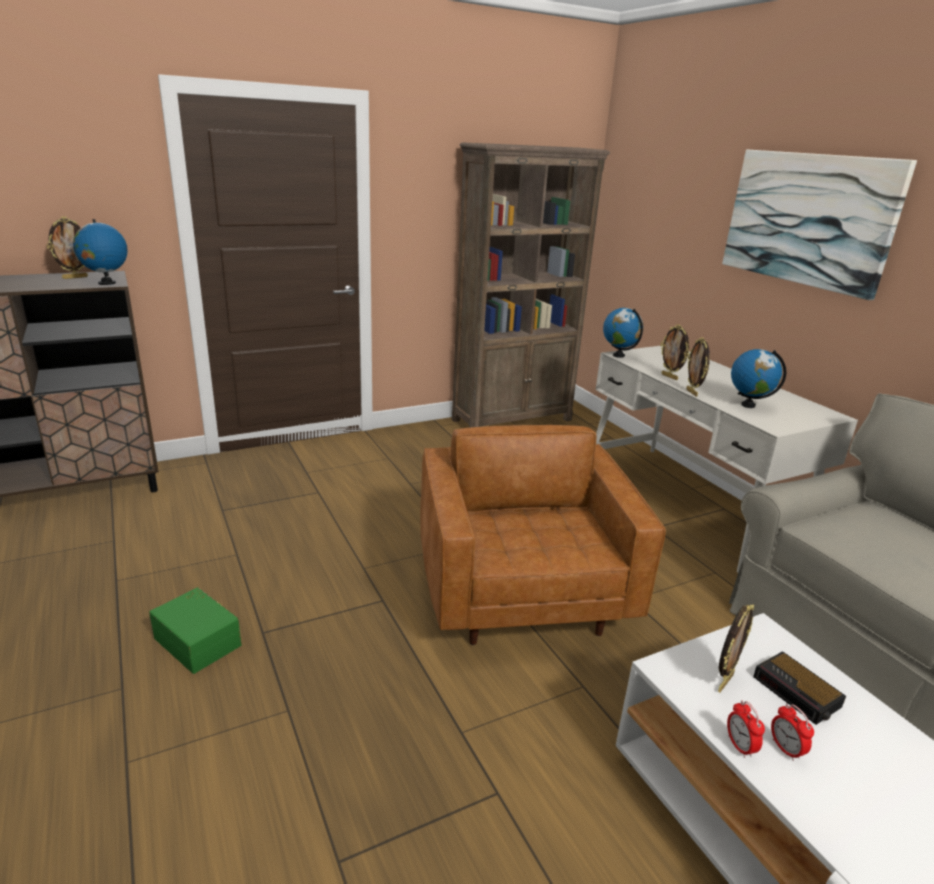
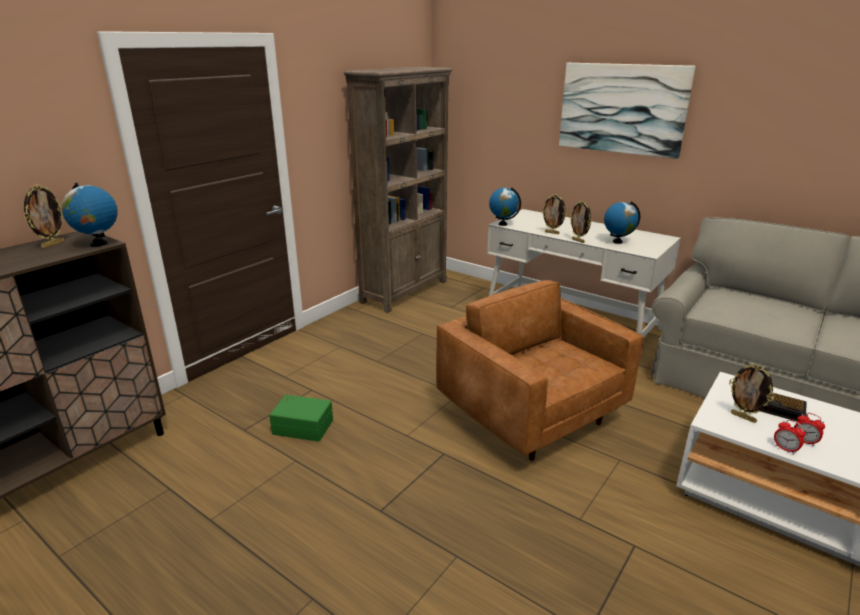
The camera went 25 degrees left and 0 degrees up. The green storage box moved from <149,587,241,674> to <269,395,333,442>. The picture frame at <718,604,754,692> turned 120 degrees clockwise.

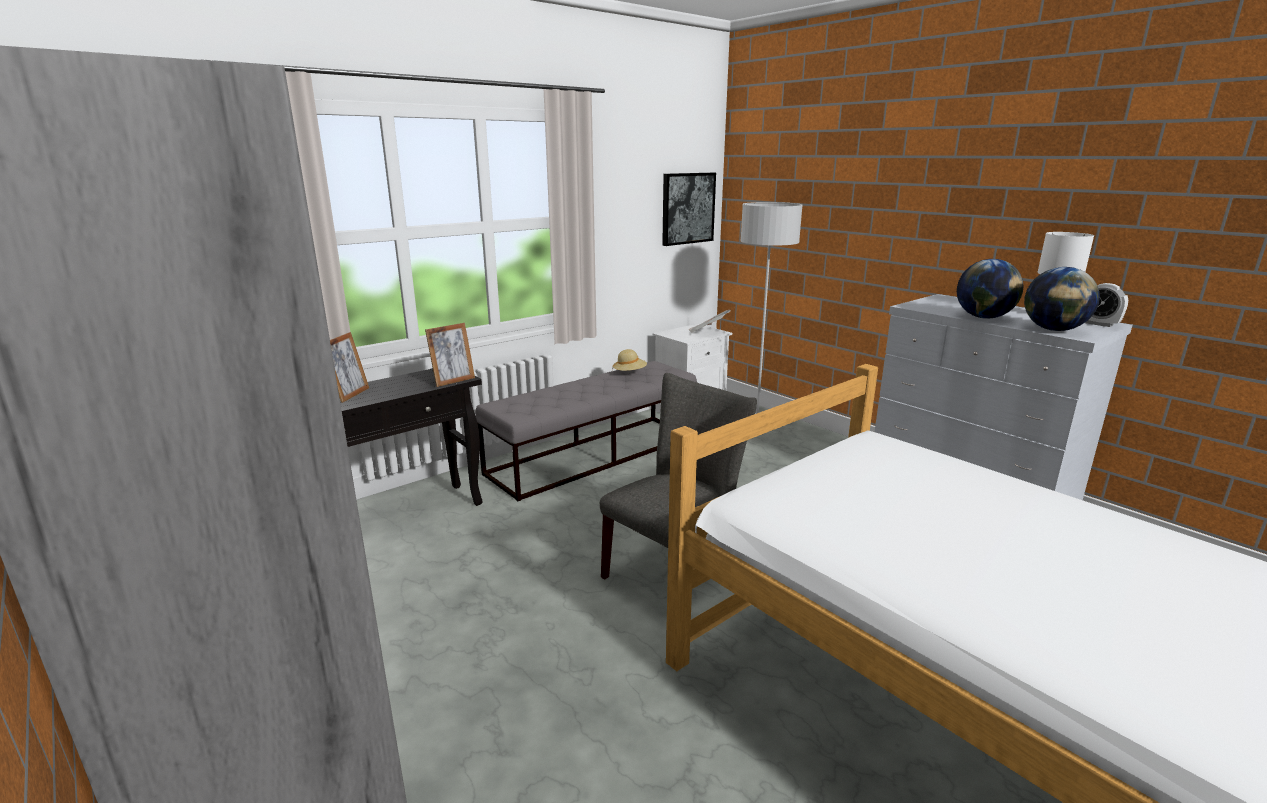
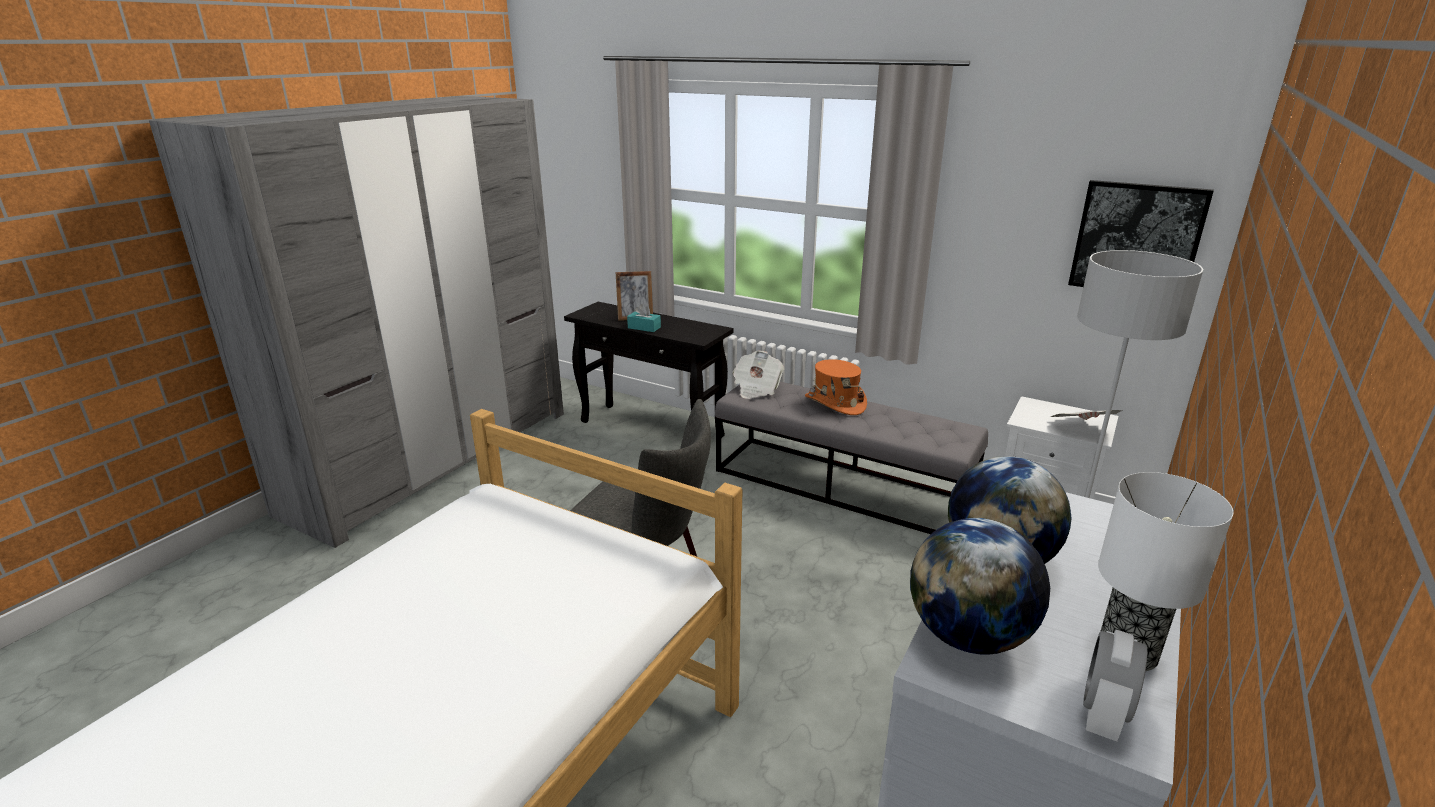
The camera went 70 degrees right and 5 degrees up. The picture frame at <425,323,475,387> disappeared. The beige hat at <612,349,647,374> disappeared. The turquoise tissue box at <627,304,661,332> appeared. The newspaper at <733,350,784,399> appeared. The orange hat at <805,359,867,415> appeared.

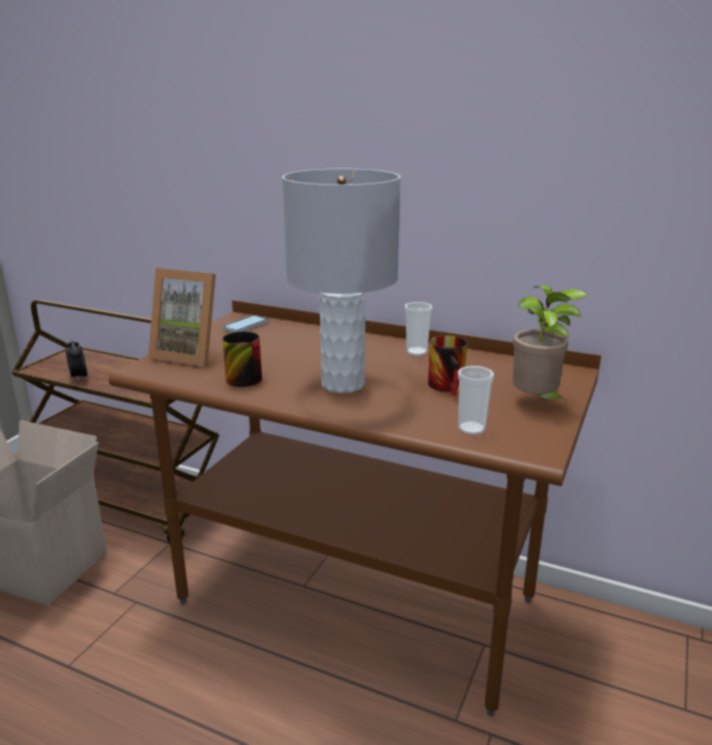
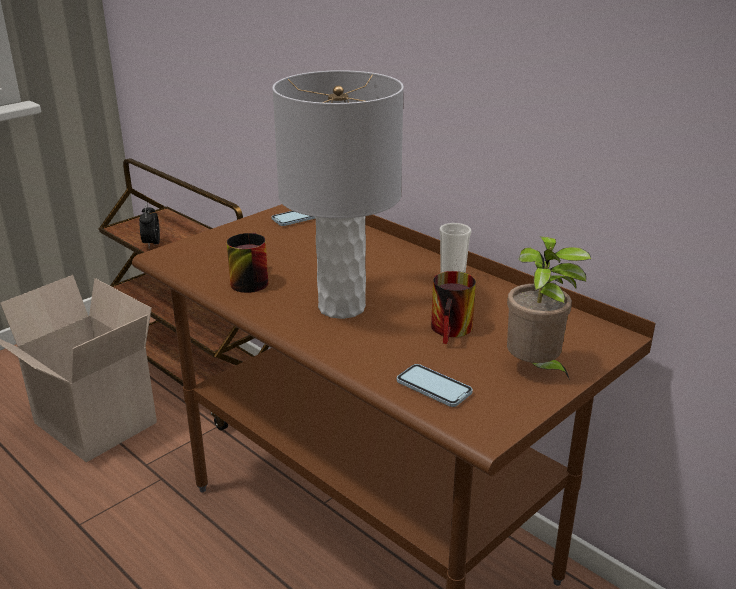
The camera went 20 degrees right and 5 degrees up. The picture frame at <148,268,216,366> disappeared. The cup at <458,366,494,435> was replaced by the phone at <397,364,473,407>.

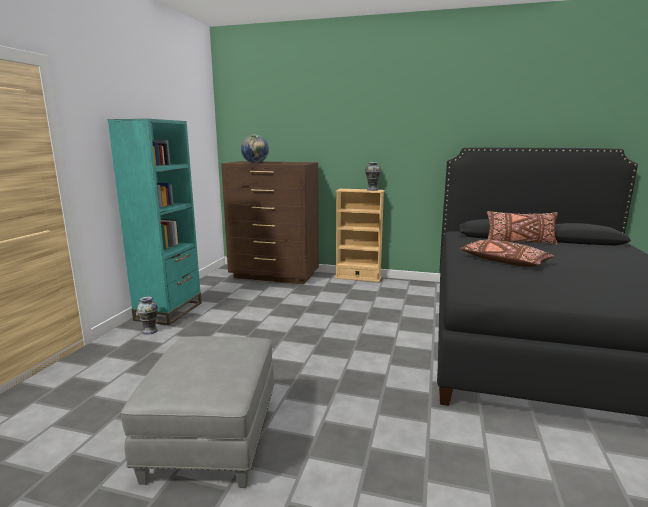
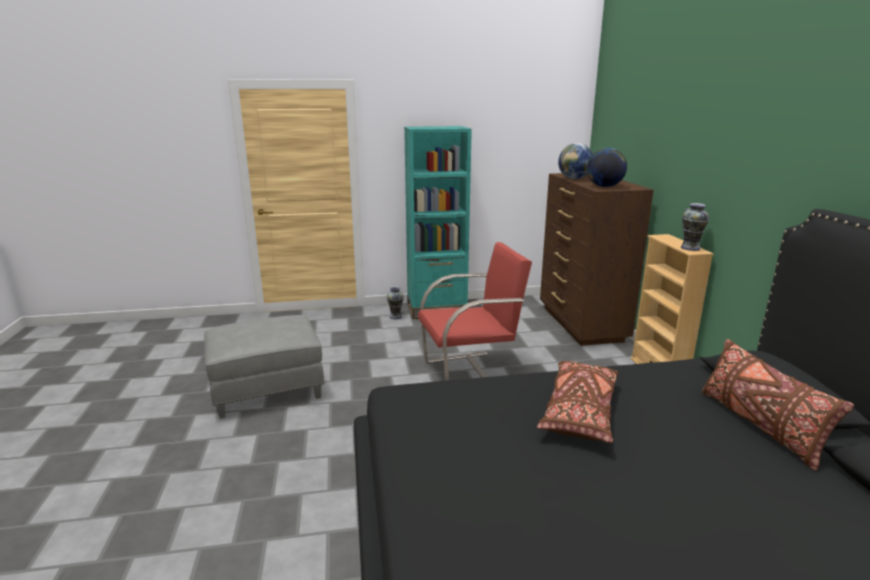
The camera went 65 degrees right and 5 degrees up. The red armchair at <418,242,532,381> appeared. The globe at <587,148,627,187> appeared.

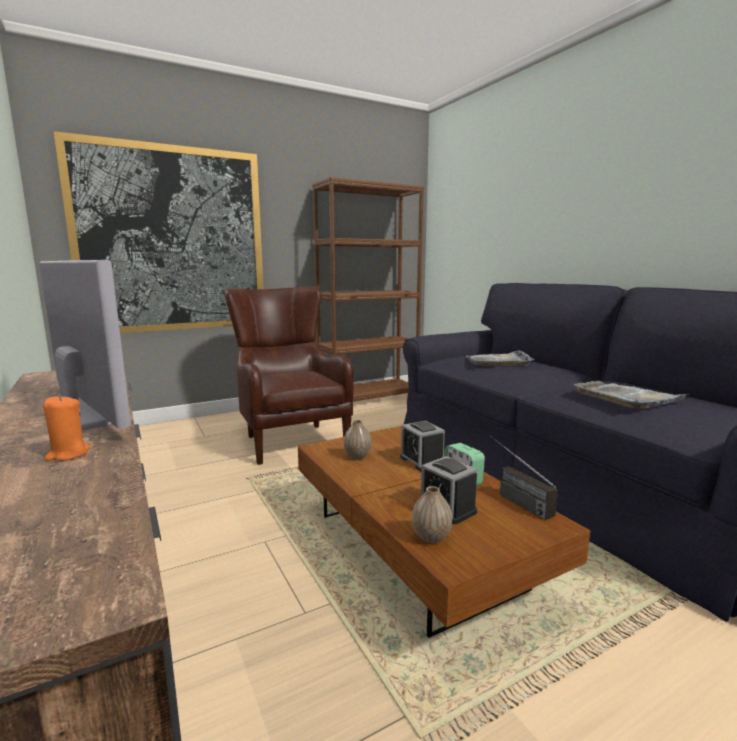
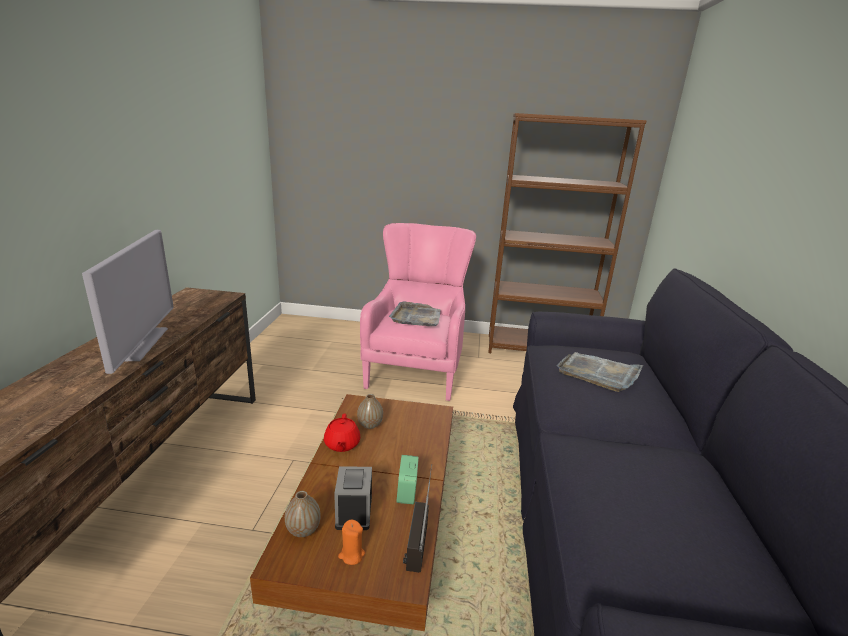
The camera went 35 degrees right and 10 degrees up. The orange candle moved from <43,395,90,461> to <338,519,365,565>. The picture at <54,131,264,333> disappeared. The brown armchair at <225,287,354,465> became the pink armchair at <360,223,476,401>. The alarm clock at <400,421,445,472> disappeared. The grey tray moved from <573,381,688,408> to <389,302,440,326>. The red teapot at <324,413,360,452> appeared.

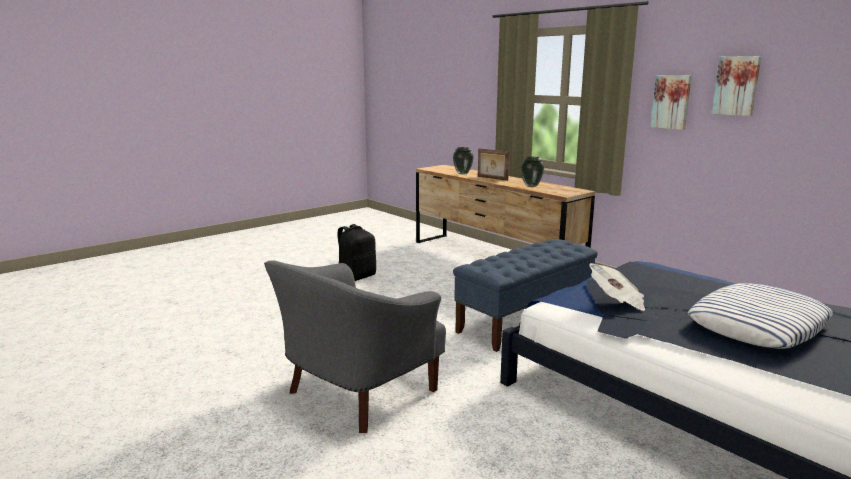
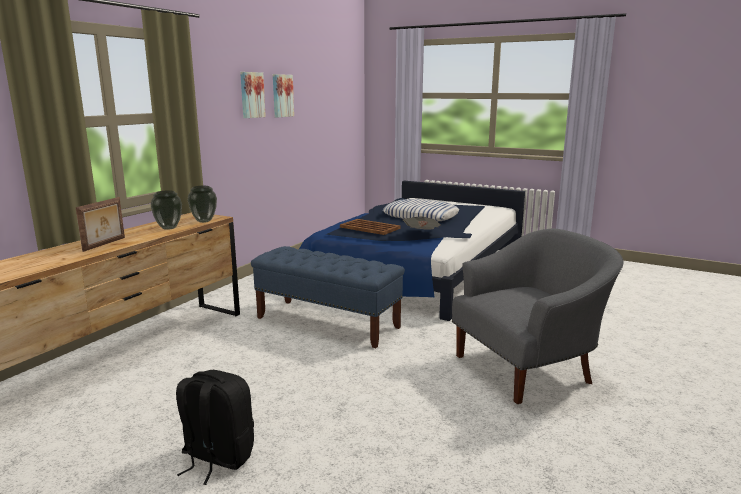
The camera went 110 degrees left and 0 degrees up. The grey armchair at <264,260,446,433> turned 45 degrees counterclockwise. The vase moved from <453,147,474,175> to <188,186,217,223>. The picture moved from <650,75,692,130> to <273,74,294,117>. The brown tray at <340,219,401,235> appeared.

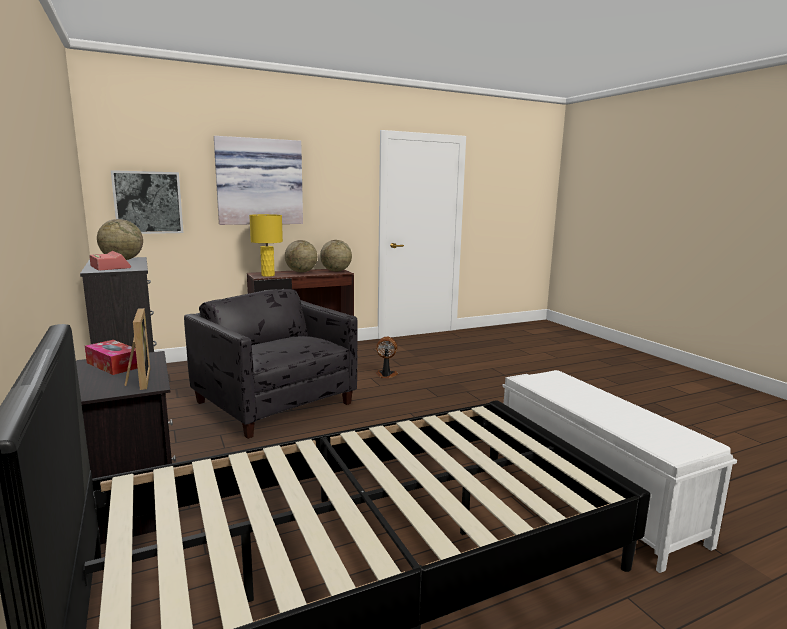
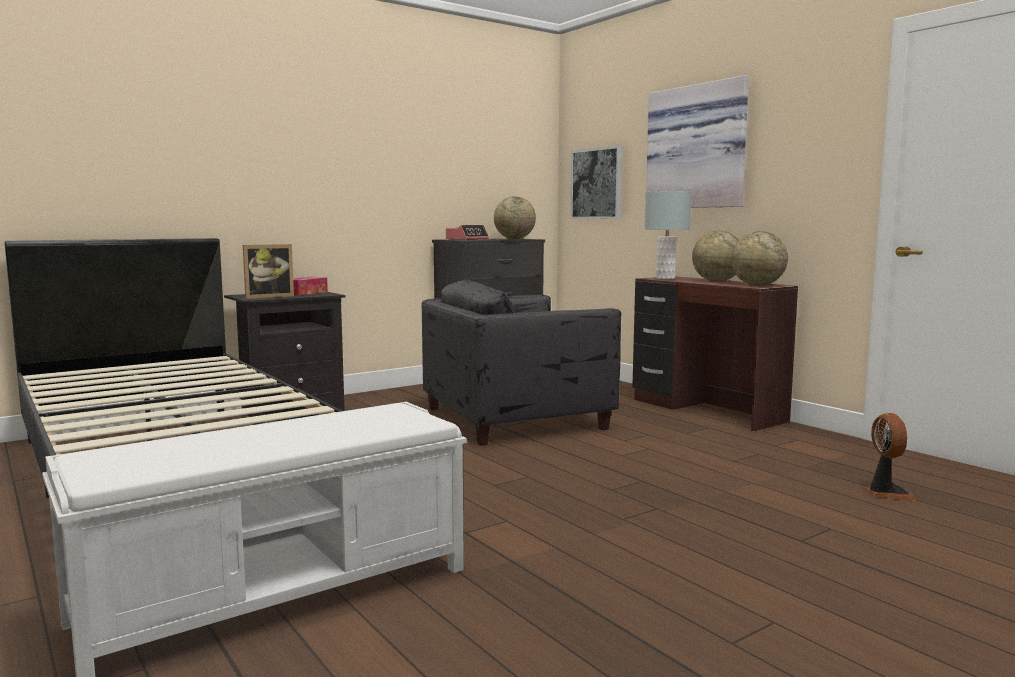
The camera went 80 degrees right and 5 degrees down. The grey armchair at <184,289,358,439> turned 150 degrees counterclockwise. The yellow table lamp at <249,214,283,277> became the grey table lamp at <645,191,691,279>. The fan moved from <376,337,398,378> to <864,413,917,501>.

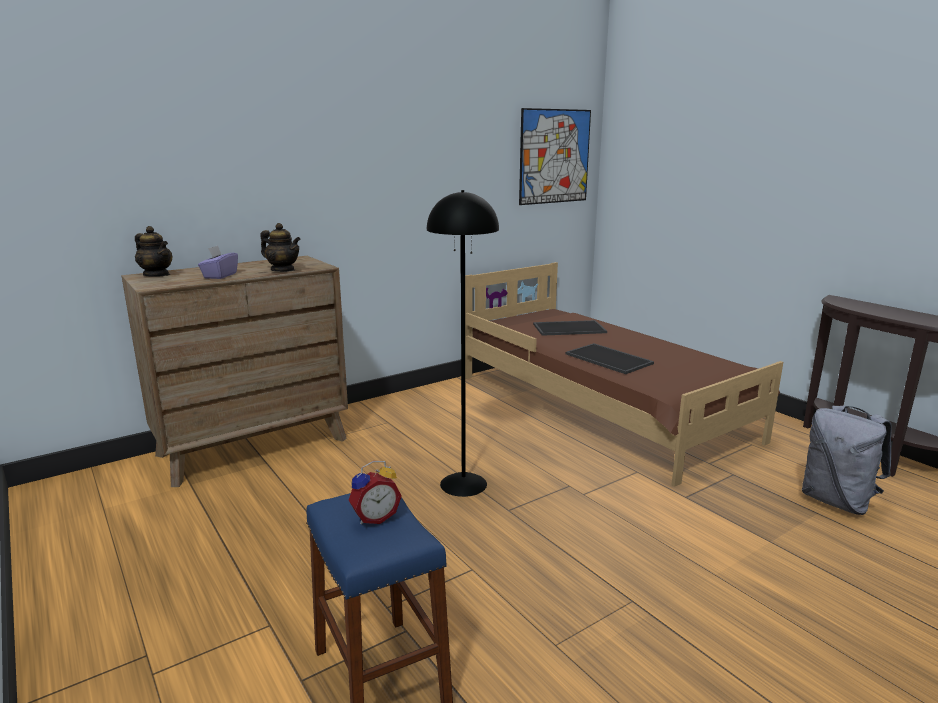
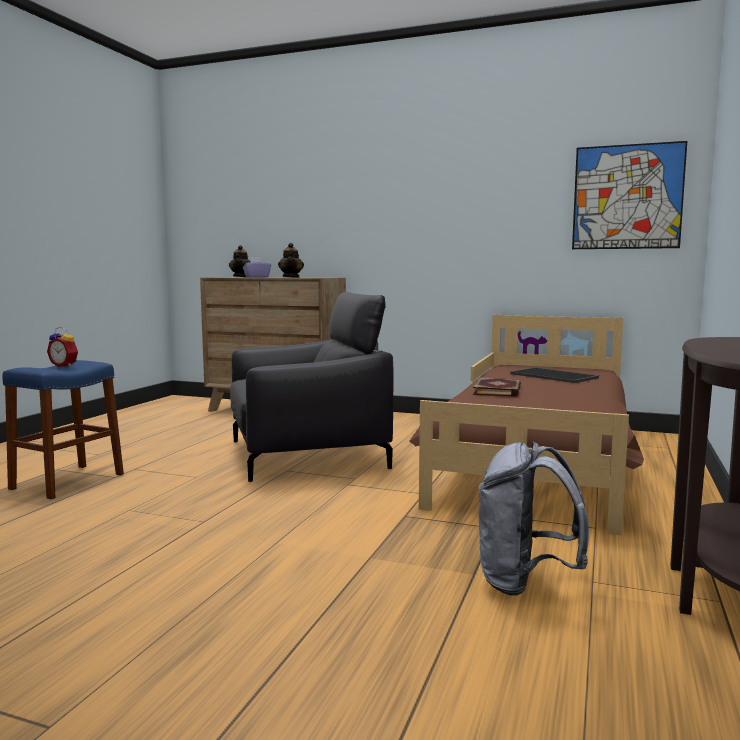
The camera went 55 degrees right and 10 degrees down. The black floor lamp at <427,190,499,497> was replaced by the black armchair at <230,292,394,482>. The tray at <566,343,654,374> was replaced by the book at <473,377,521,397>.

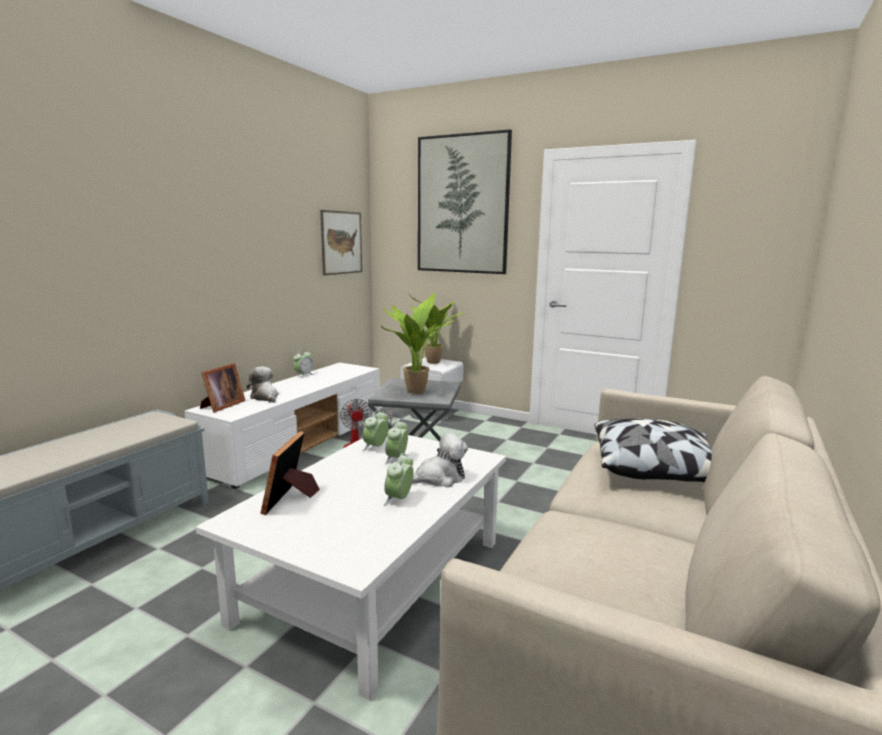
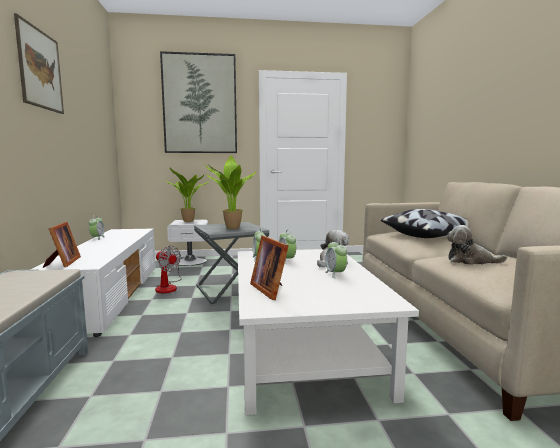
The camera went 35 degrees left and 5 degrees down. The plush toy moved from <247,366,279,403> to <446,225,507,265>. The picture moved from <320,210,362,275> to <14,13,64,114>.

